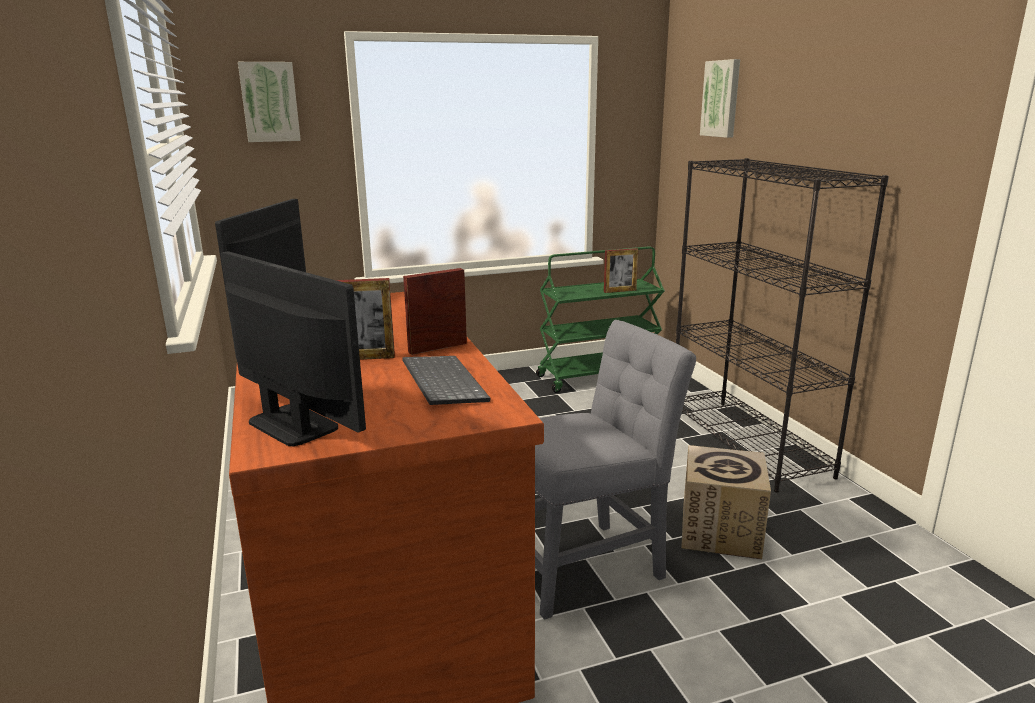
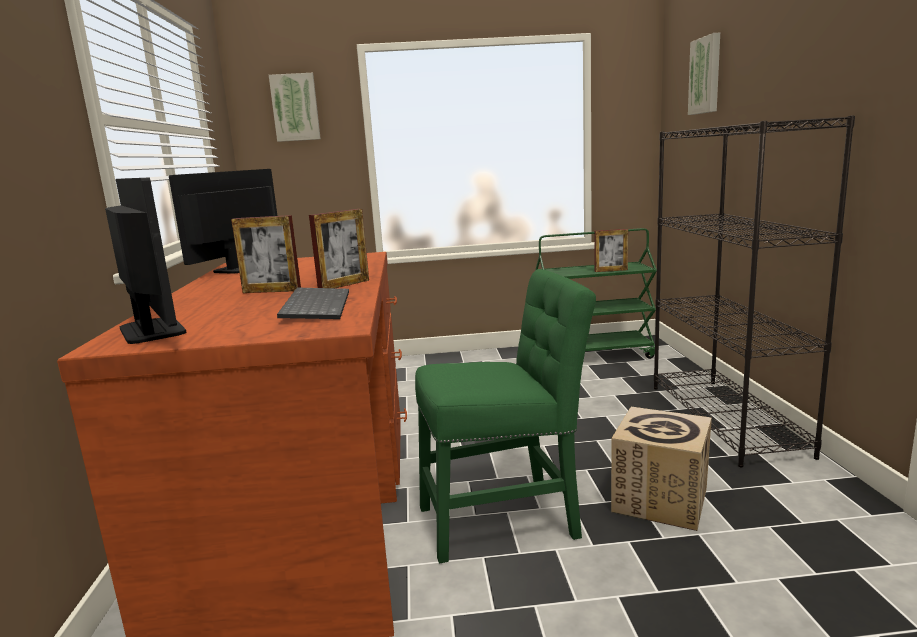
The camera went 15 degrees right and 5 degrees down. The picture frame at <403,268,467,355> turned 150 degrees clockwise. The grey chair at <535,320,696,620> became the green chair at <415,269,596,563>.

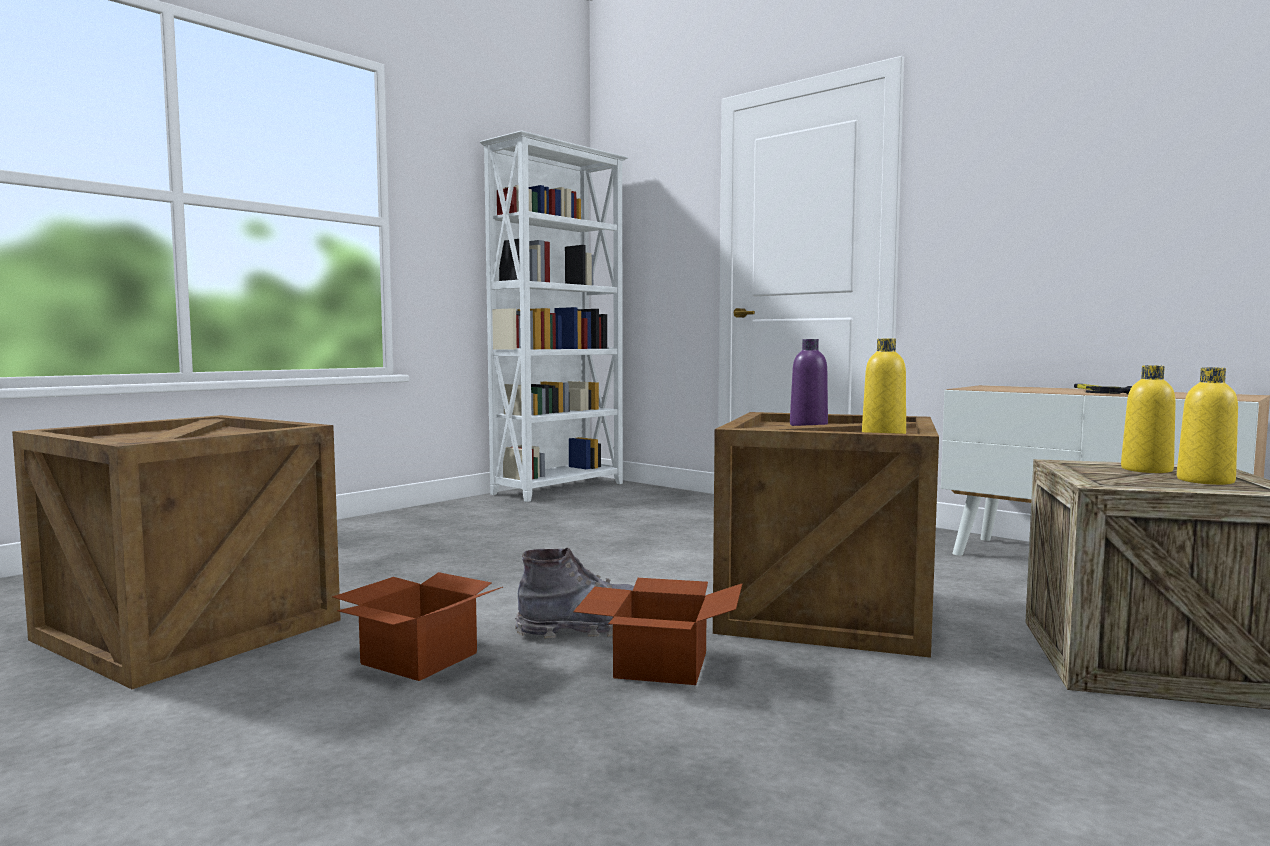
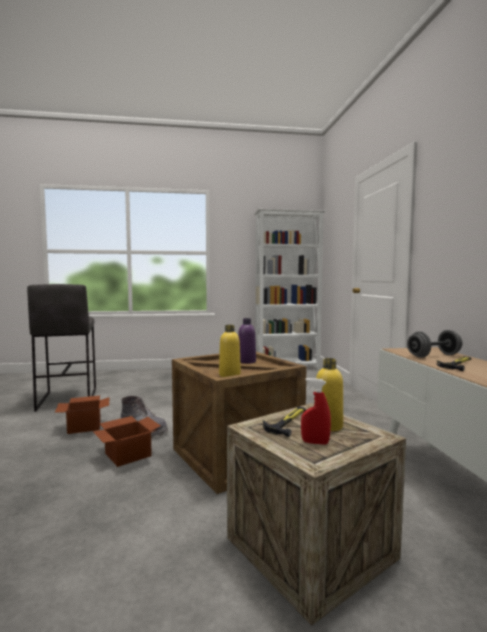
The camera went 40 degrees right and 0 degrees up. The crate at <12,415,341,689> was replaced by the grey stool at <27,284,96,412>. The yellow bottle at <1177,367,1238,485> was replaced by the red spray bottle at <301,378,331,445>. The hammer at <263,406,306,437> appeared. The grey dumbbell at <407,330,462,358> appeared.

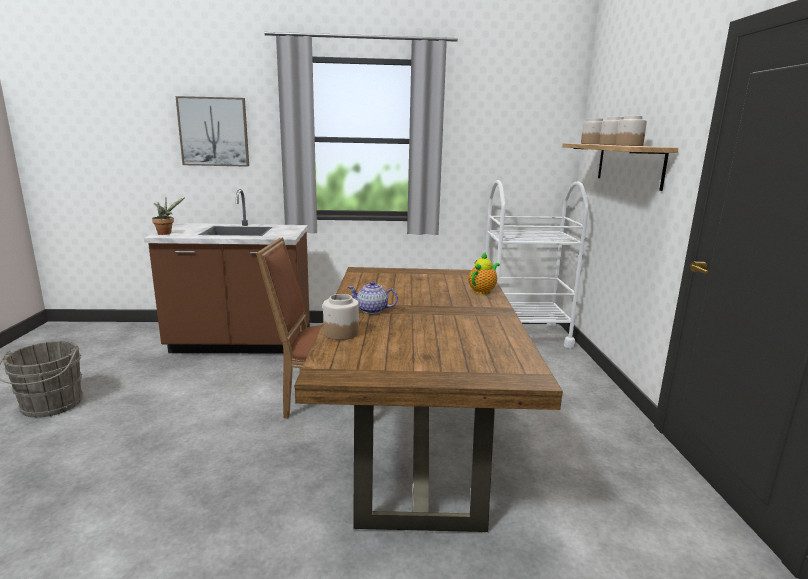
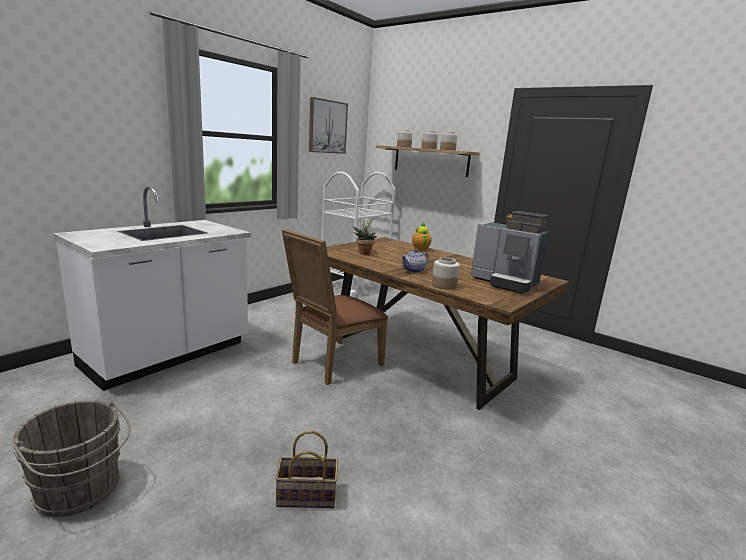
The camera went 50 degrees left and 0 degrees up. The brown counter at <144,189,310,353> became the white counter at <53,186,251,391>. The potted plant moved from <152,197,185,235> to <353,218,377,255>. The picture moved from <175,96,249,167> to <309,97,348,154>. The basket at <275,431,338,508> appeared. The coffee machine at <471,211,549,294> appeared.

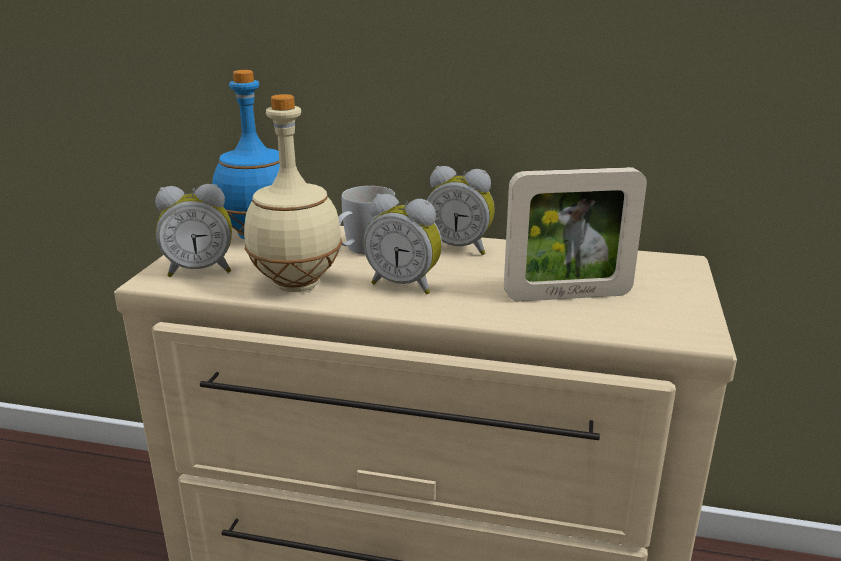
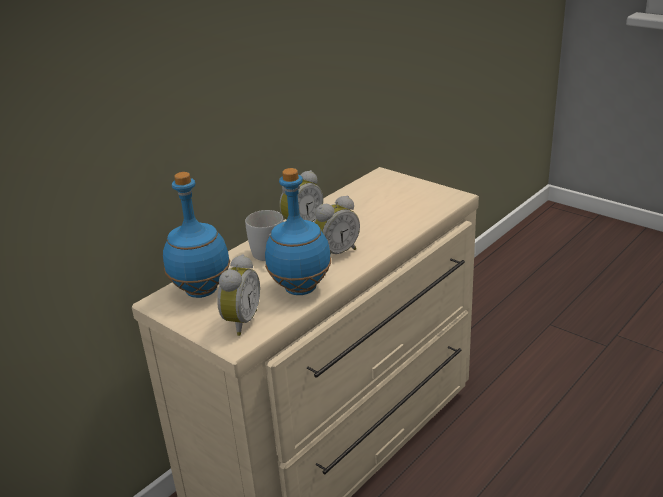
The camera went 60 degrees left and 5 degrees up. The beige bottle at <244,94,342,292> became the blue bottle at <265,168,331,295>. The picture frame at <504,167,647,302> disappeared.

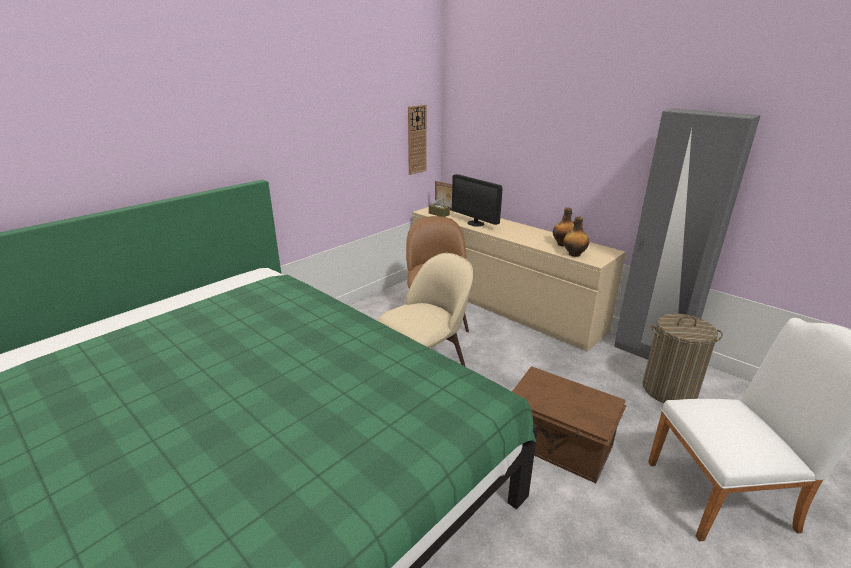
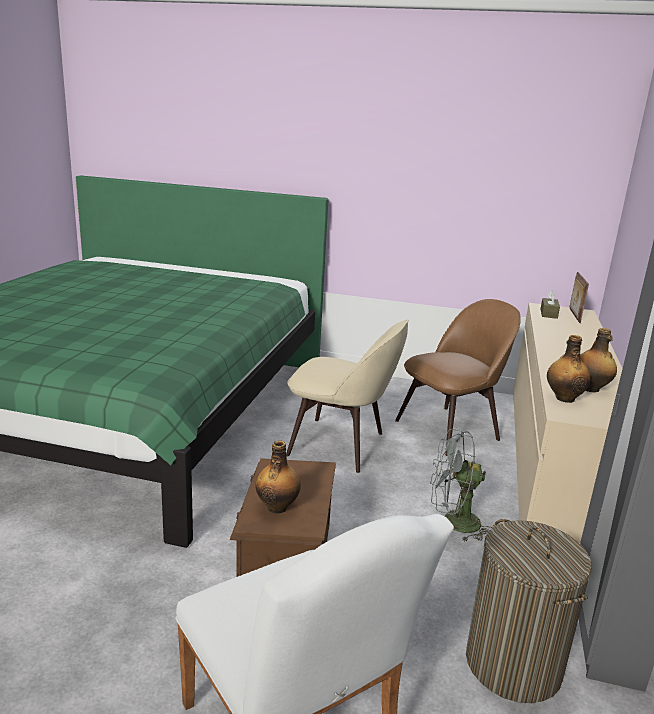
The camera went 60 degrees right and 5 degrees down. The wall clock at <408,105,427,175> disappeared. The monitor at <452,174,503,227> disappeared. The bottle at <255,440,301,514> appeared. The grey fan at <430,429,492,542> appeared.

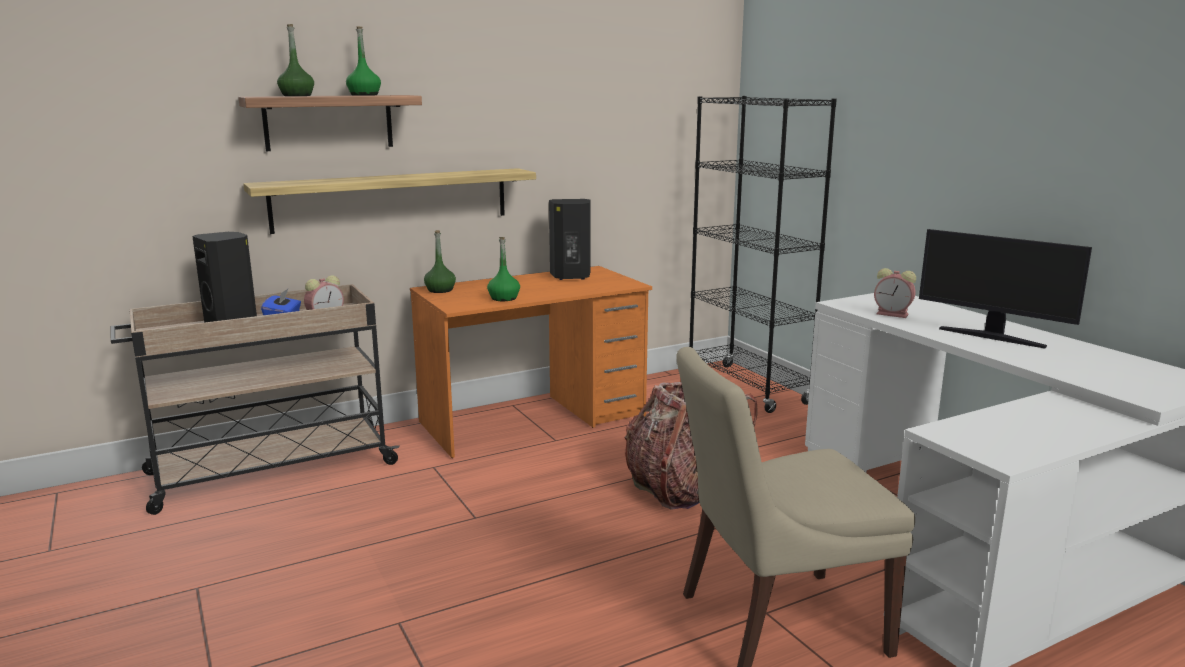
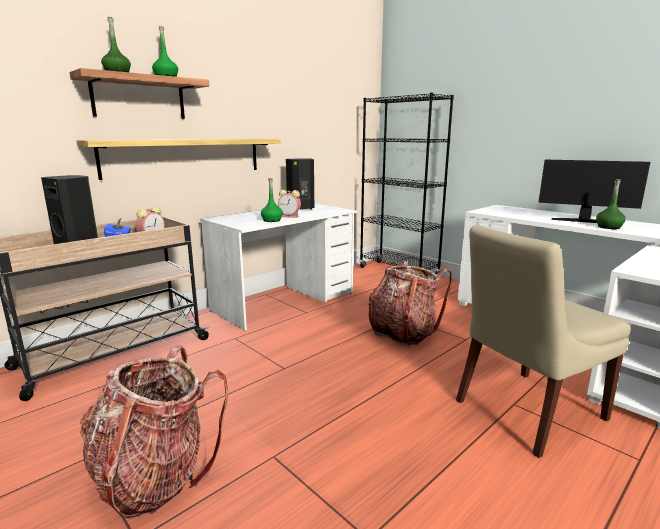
The camera went 15 degrees left and 0 degrees up. The orange desk at <410,266,652,458> became the white desk at <200,203,357,331>. The green bottle moved from <424,230,456,293> to <596,179,626,229>. The alarm clock moved from <874,268,916,318> to <278,190,301,218>. The backpack at <80,345,228,519> appeared.

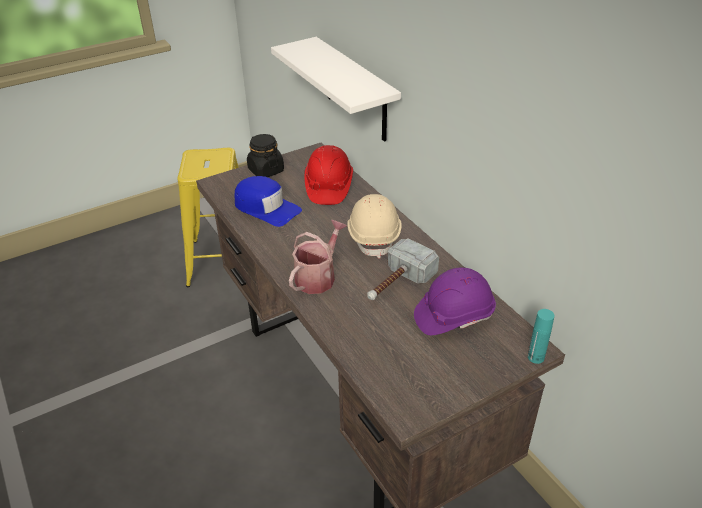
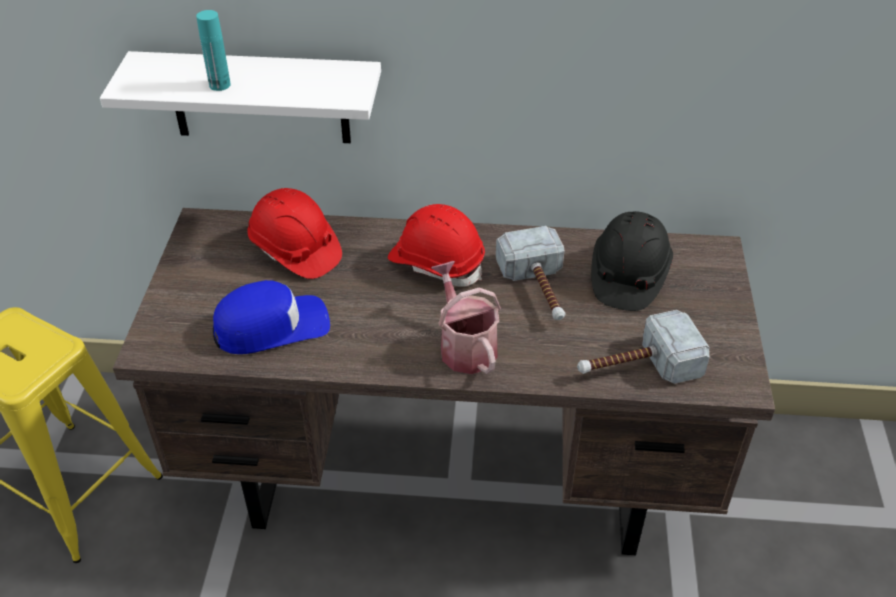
The camera went 55 degrees left and 5 degrees up. The black jar at <247,134,284,177> disappeared. The beige hard hat at <347,194,402,259> became the red hard hat at <388,204,485,287>. The purple hard hat at <414,268,496,335> became the black hard hat at <591,211,673,311>. The turquoise bottle moved from <528,309,555,364> to <196,10,231,91>. The hammer at <577,310,710,384> appeared.

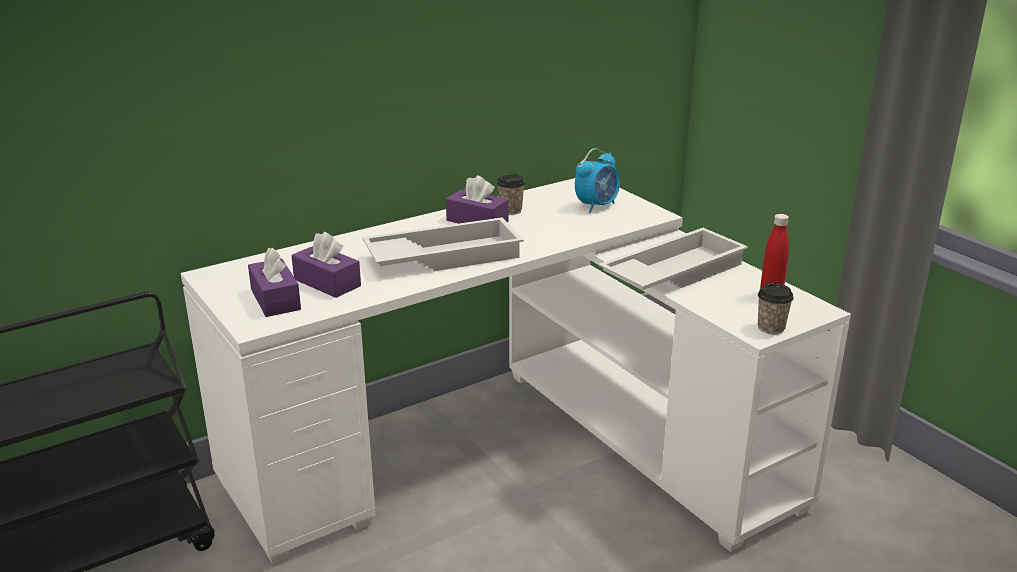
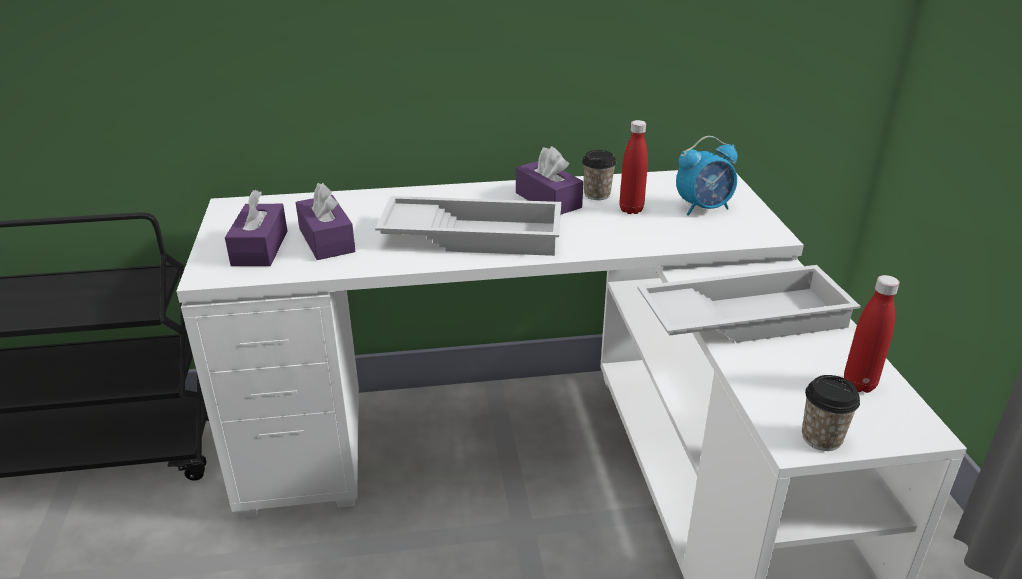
The camera went 25 degrees right and 5 degrees up. The red bottle at <619,120,648,214> appeared.

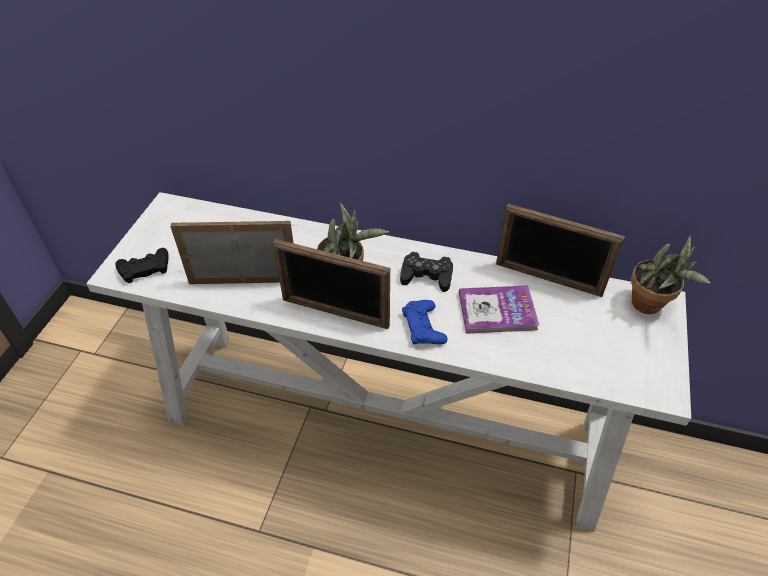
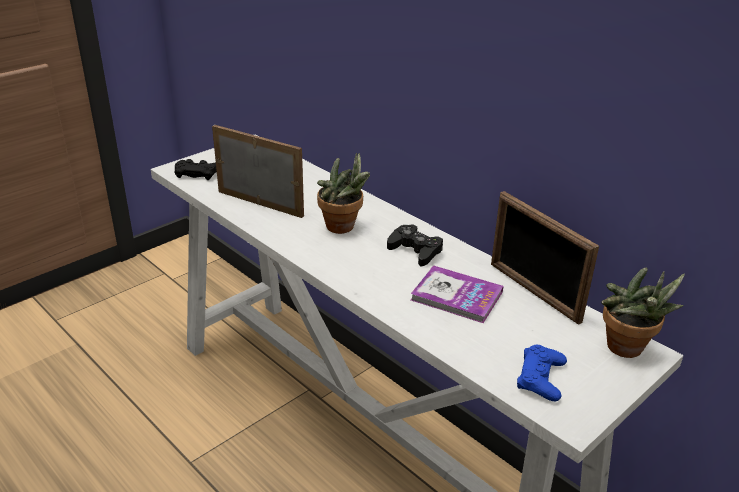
The camera went 30 degrees right and 15 degrees down. The picture frame at <273,239,390,329> disappeared. The blue game controller moved from <402,300,448,345> to <517,345,567,401>.

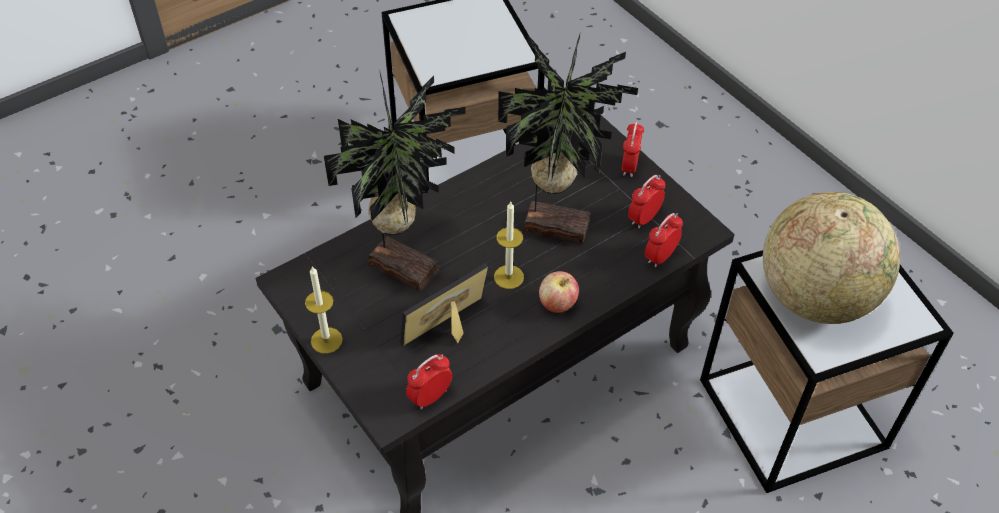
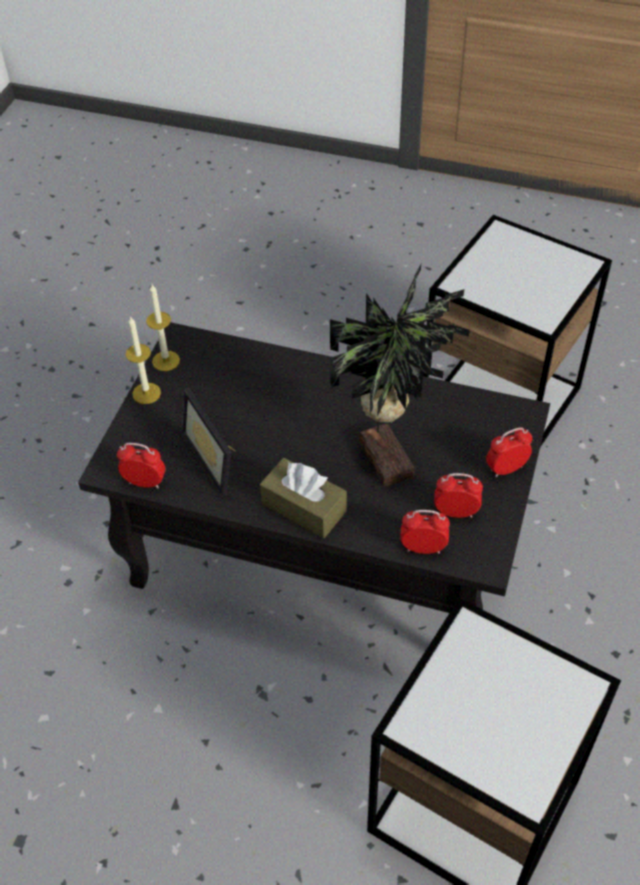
The camera went 55 degrees right and 0 degrees up. The potted plant at <324,73,466,292> disappeared. The picture frame at <400,263,488,346> turned 135 degrees counterclockwise. The candle moved from <494,202,524,289> to <146,284,180,371>. The apple at <539,271,579,313> was replaced by the brown tissue box at <260,458,347,538>. The globe at <763,192,900,324> disappeared.

